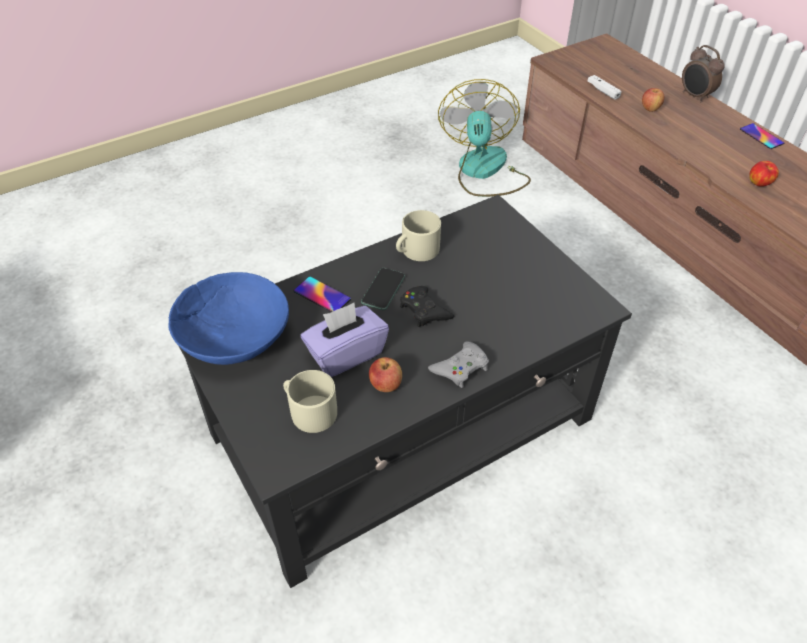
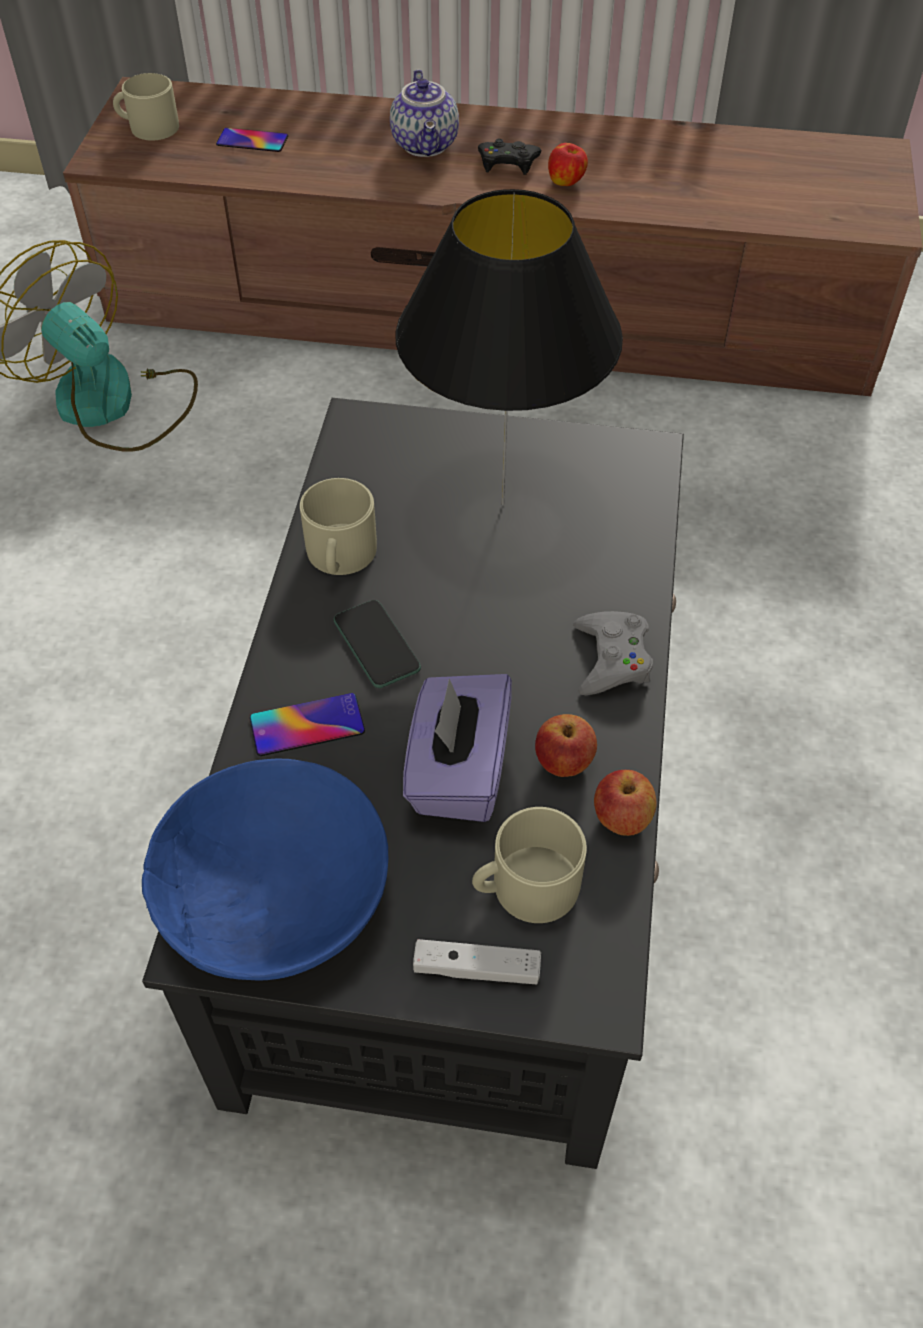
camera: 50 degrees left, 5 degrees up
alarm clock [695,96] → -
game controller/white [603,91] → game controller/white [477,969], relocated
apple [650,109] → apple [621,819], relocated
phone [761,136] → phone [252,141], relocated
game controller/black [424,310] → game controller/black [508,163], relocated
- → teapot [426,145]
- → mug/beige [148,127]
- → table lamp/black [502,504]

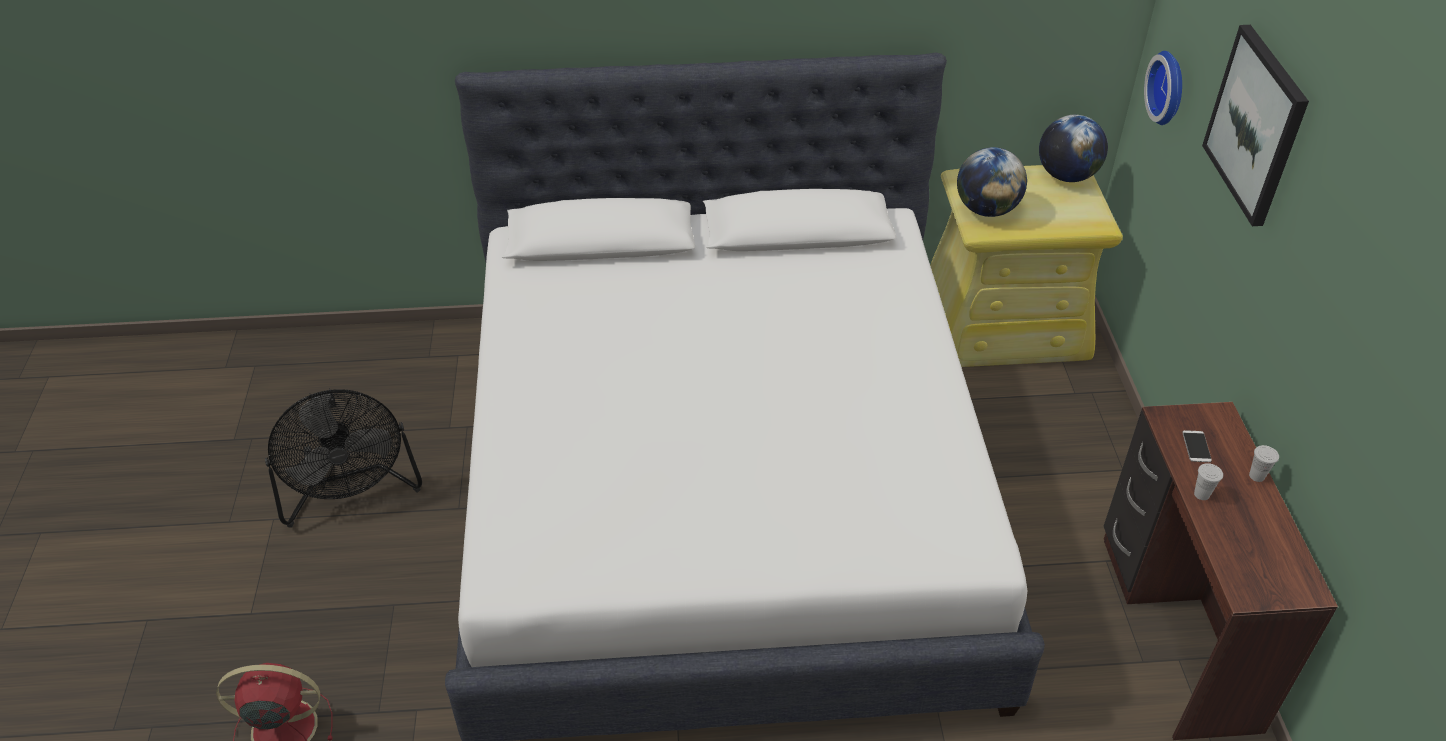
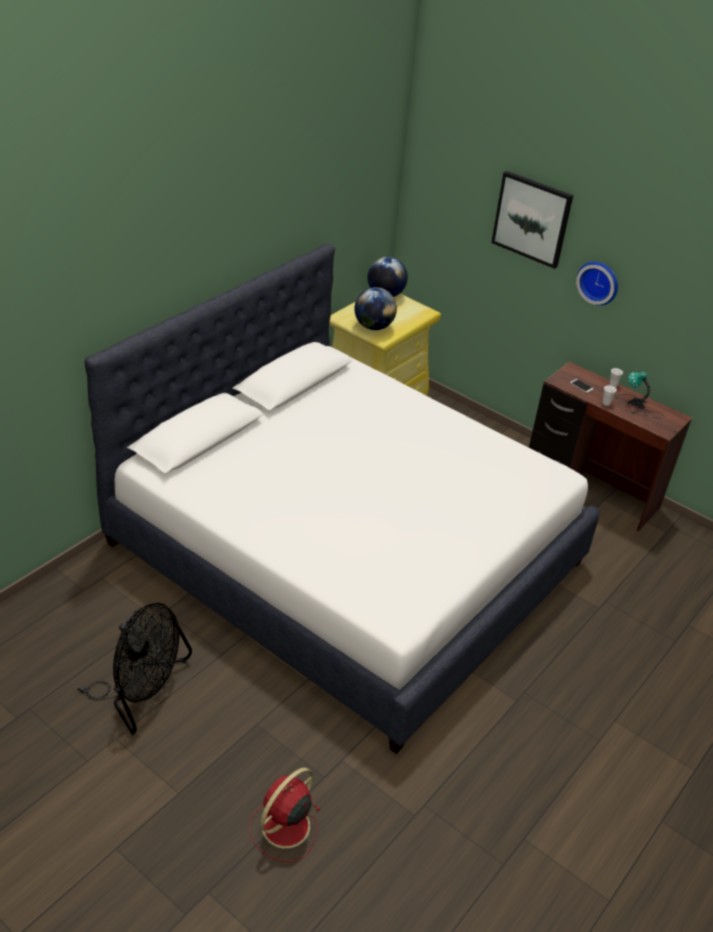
camera: 50 degrees left, 5 degrees down
wall clock [1169,87] → wall clock [598,282], relocated
- → table lamp [637,406]

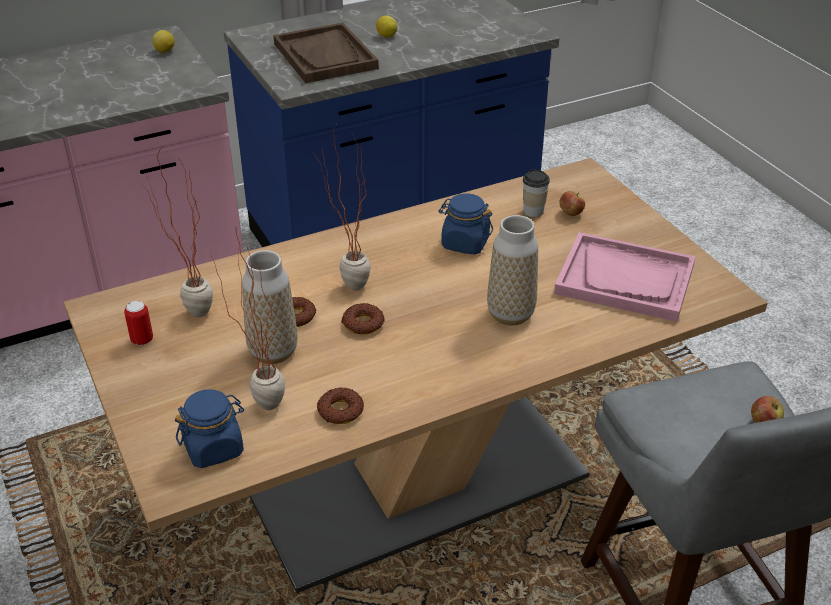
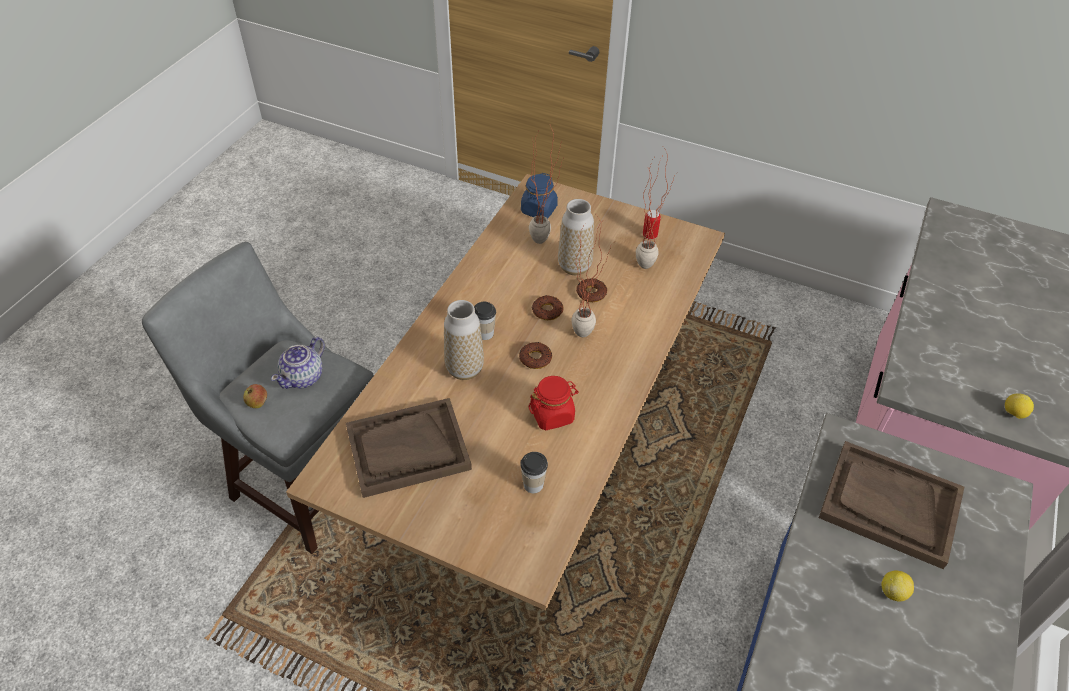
camera: 140 degrees right, 10 degrees up
apple [570,213] → -
jar/blue [465,243] → jar/red [552,414]
tray/pink [625,279] → tray/brown [408,449]
donut [340,411] → donut [535,358], relocated
- → cup [485,333]
- → teapot [303,377]

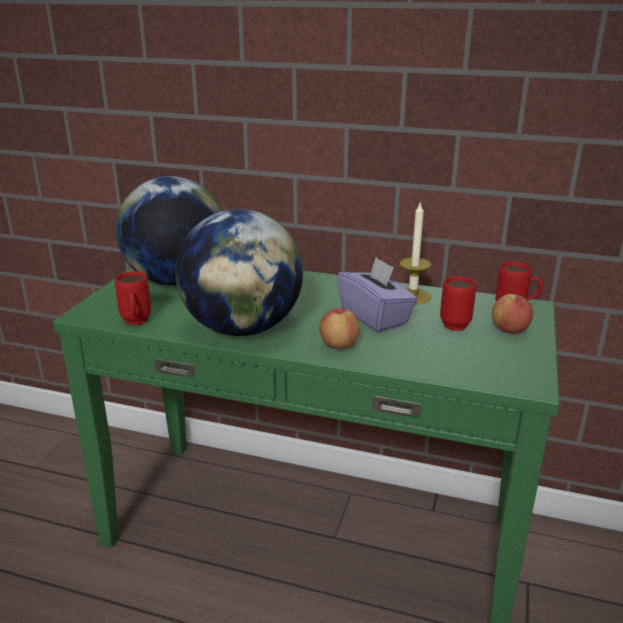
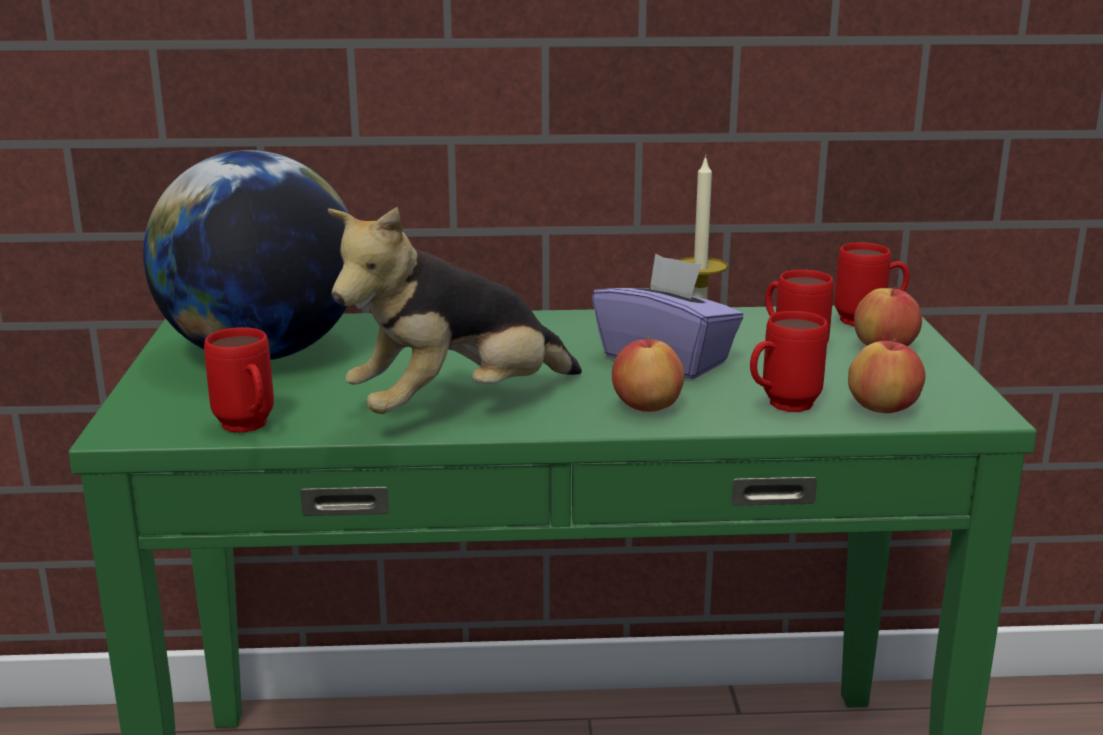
camera: 20 degrees left, 5 degrees down
globe [242,328] → plush toy [457,408]
- → mug/red [781,407]
- → apple [883,409]

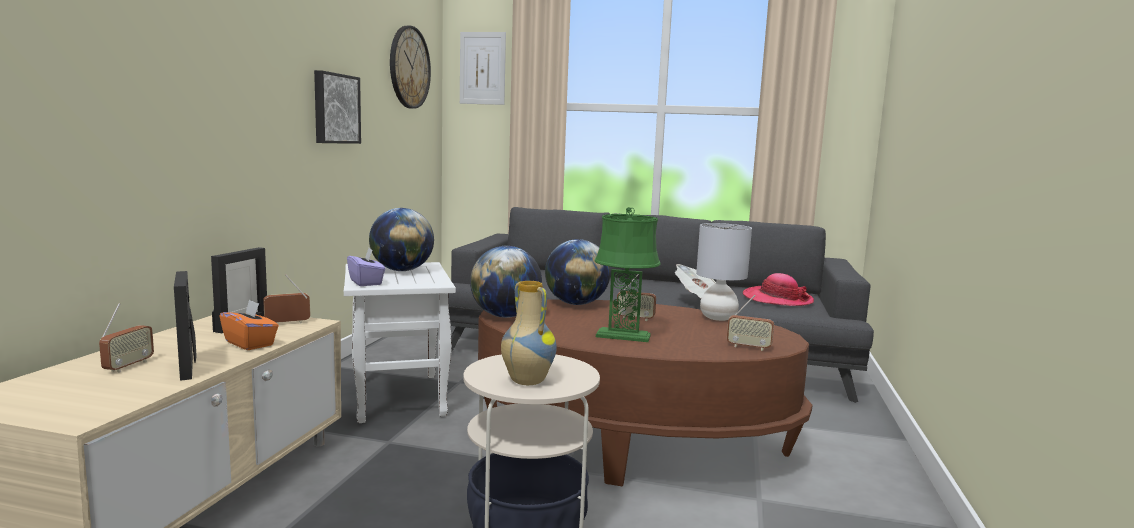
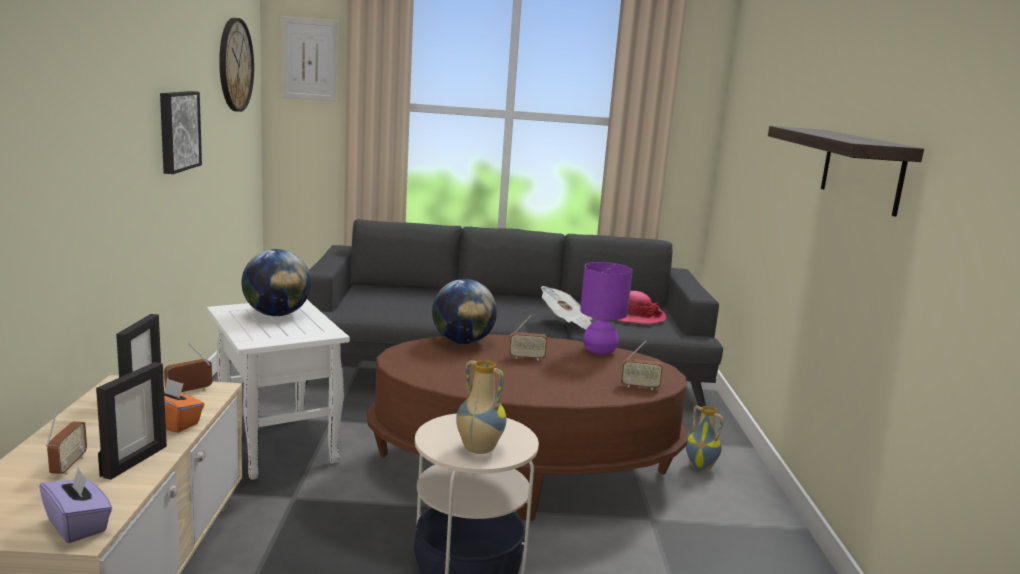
camera: 15 degrees left, 5 degrees up
table lamp/green [622,336] → -
table lamp/grey [718,318] → table lamp/purple [600,351]
globe [505,316] → -
tissue box/purple [366,282] → tissue box/purple [78,525], relocated
picture frame [188,367] → picture frame [134,461], 120 degrees counterclockwise
- → shelf [861,169]
- → vase [701,467]

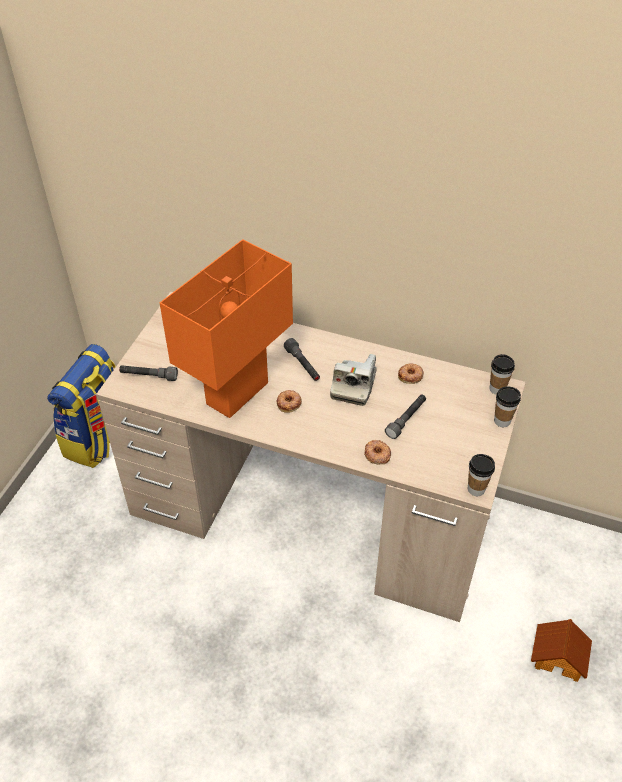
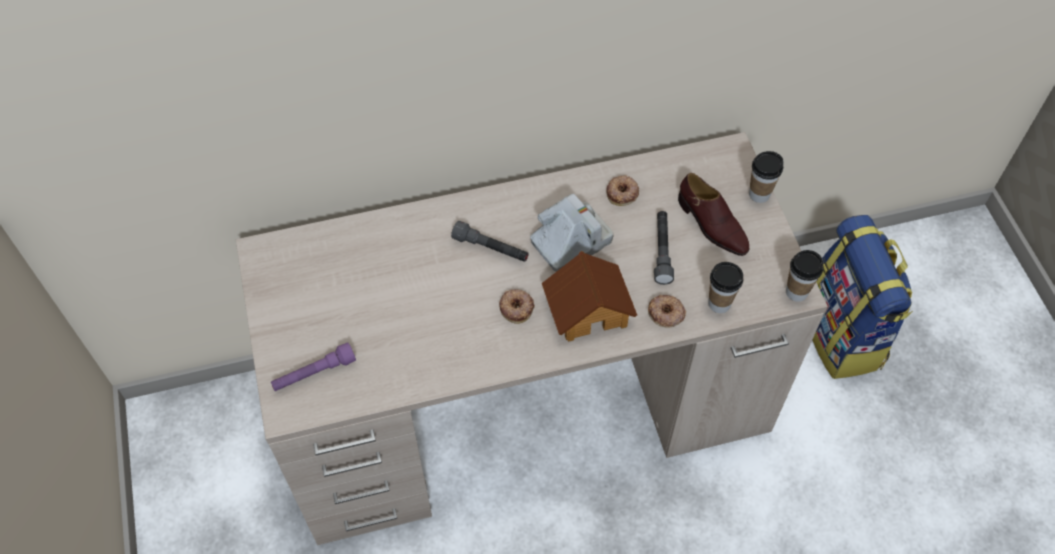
camera: 35 degrees left, 10 degrees up
table lamp/orange [237,393] → -
backpack [98,439] → backpack [843,334], relocated
photo camera [353,386] → photo camera [571,242], 105 degrees counterclockwise
cup [497,389] → cup [719,303], relocated
flashlight/grey [149,376] → flashlight/purple [314,373]
toy house [559,656] → toy house [588,308], relocated
- → shoe/brown [711,225]

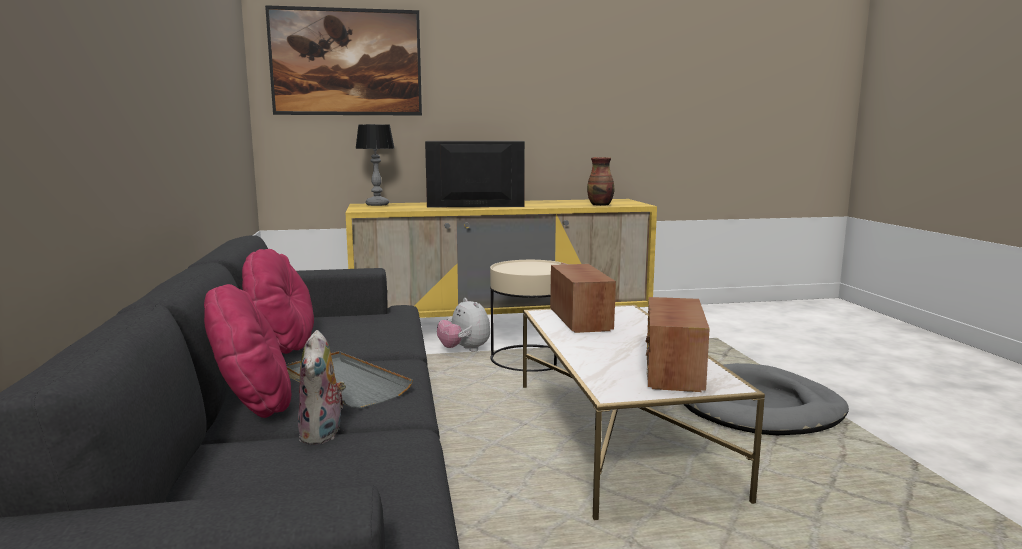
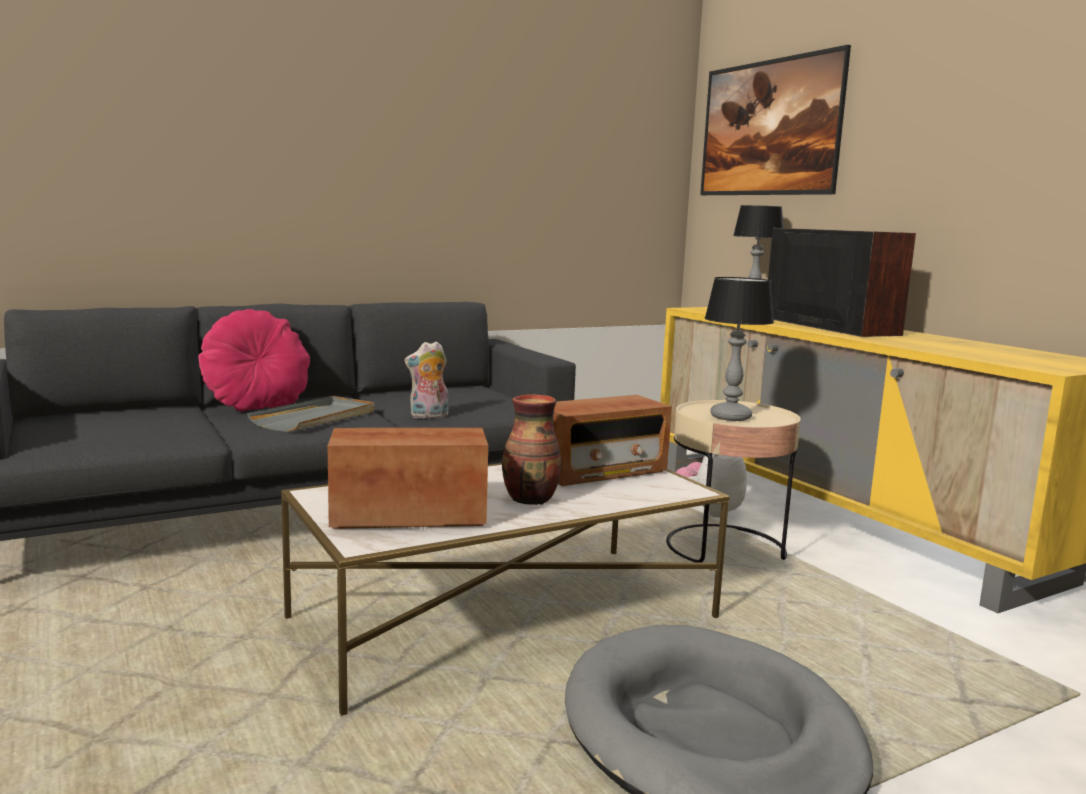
camera: 70 degrees right, 0 degrees up
vase [600,205] → vase [531,500], relocated
pillow/pink [283,347] → -
plush toy [323,435] → plush toy [428,416], relocated
- → table lamp [731,417]

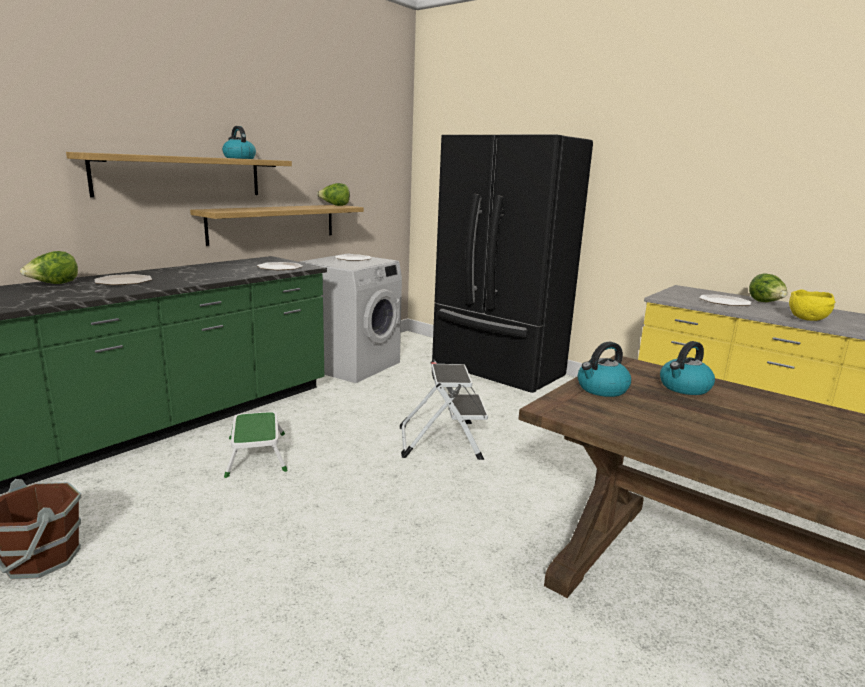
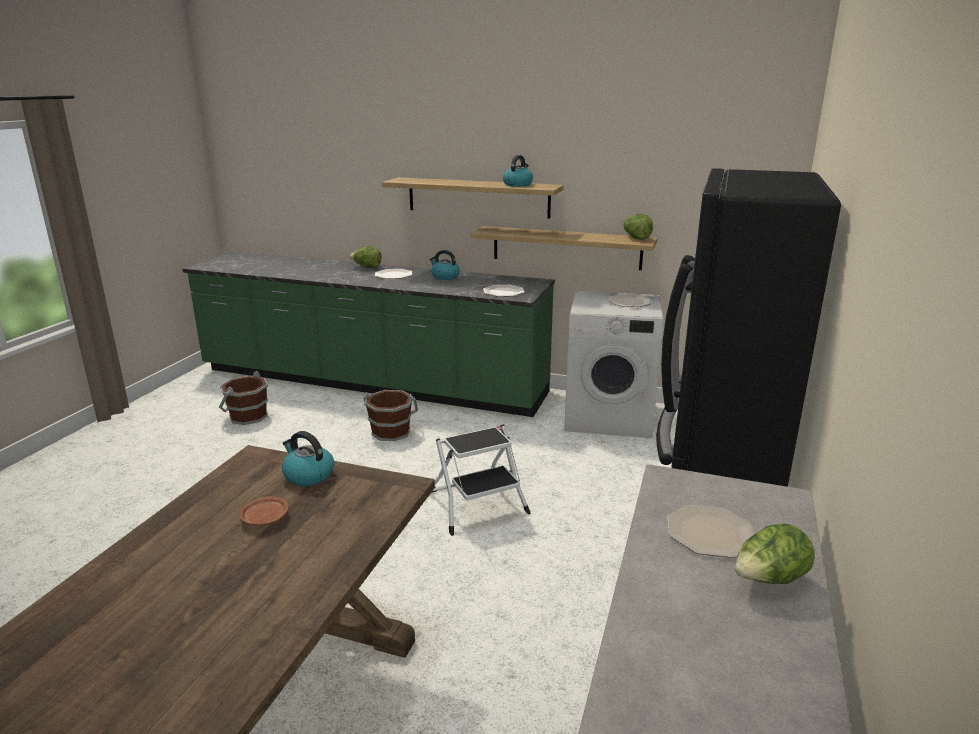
camera: 70 degrees right, 5 degrees up
bowl/yellow [808,320] → -
kettle [684,388] → kettle [445,276], relocated
step ladder/green [256,454] → bucket/brown [390,432]
- → plate/brown [265,518]

